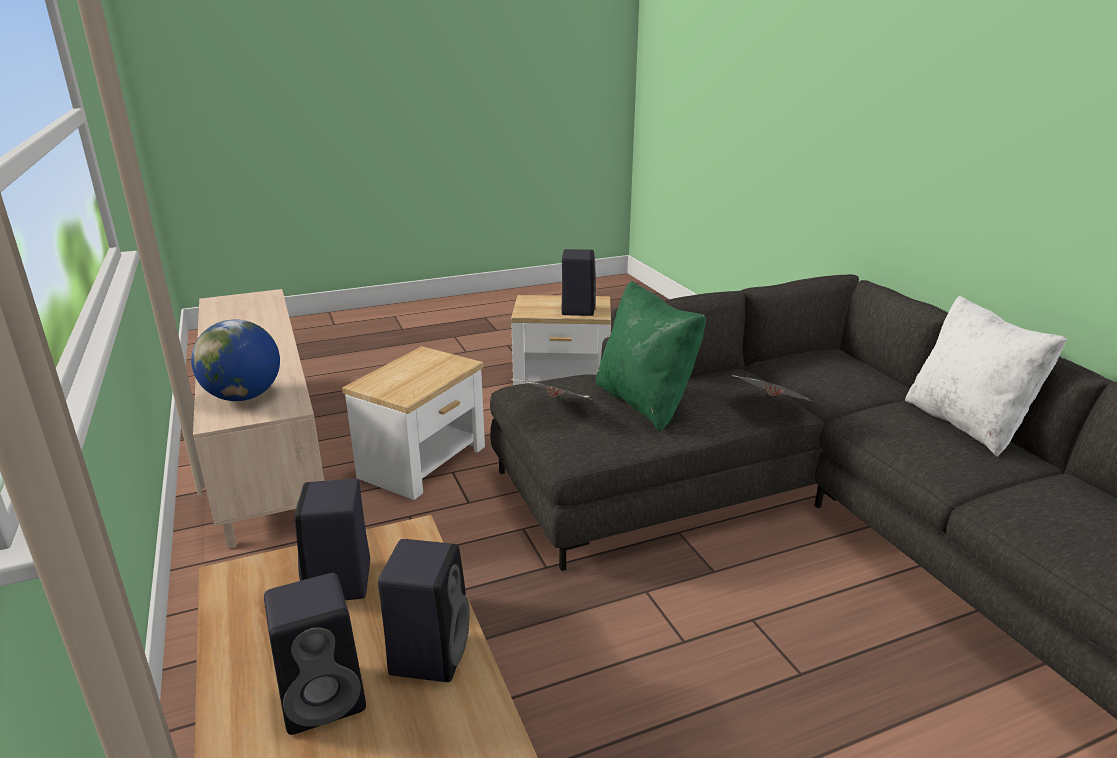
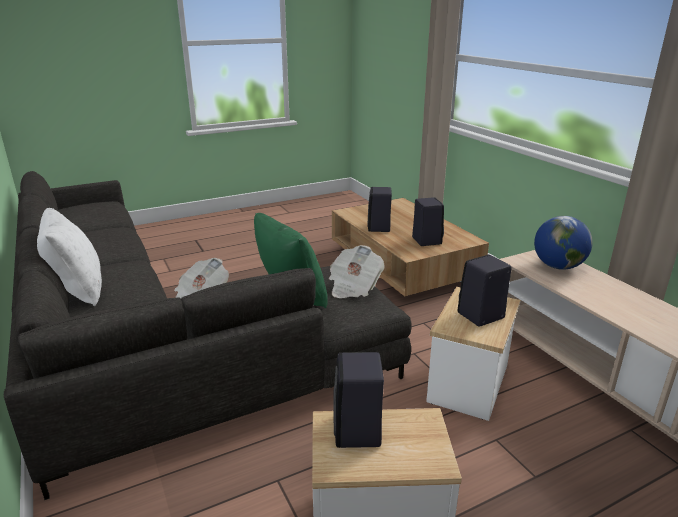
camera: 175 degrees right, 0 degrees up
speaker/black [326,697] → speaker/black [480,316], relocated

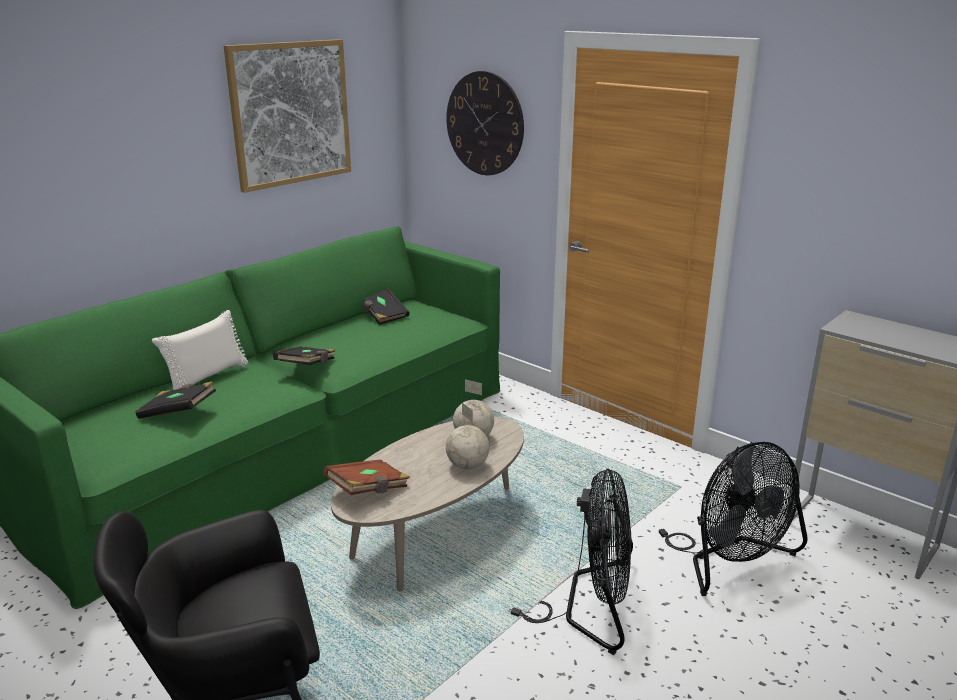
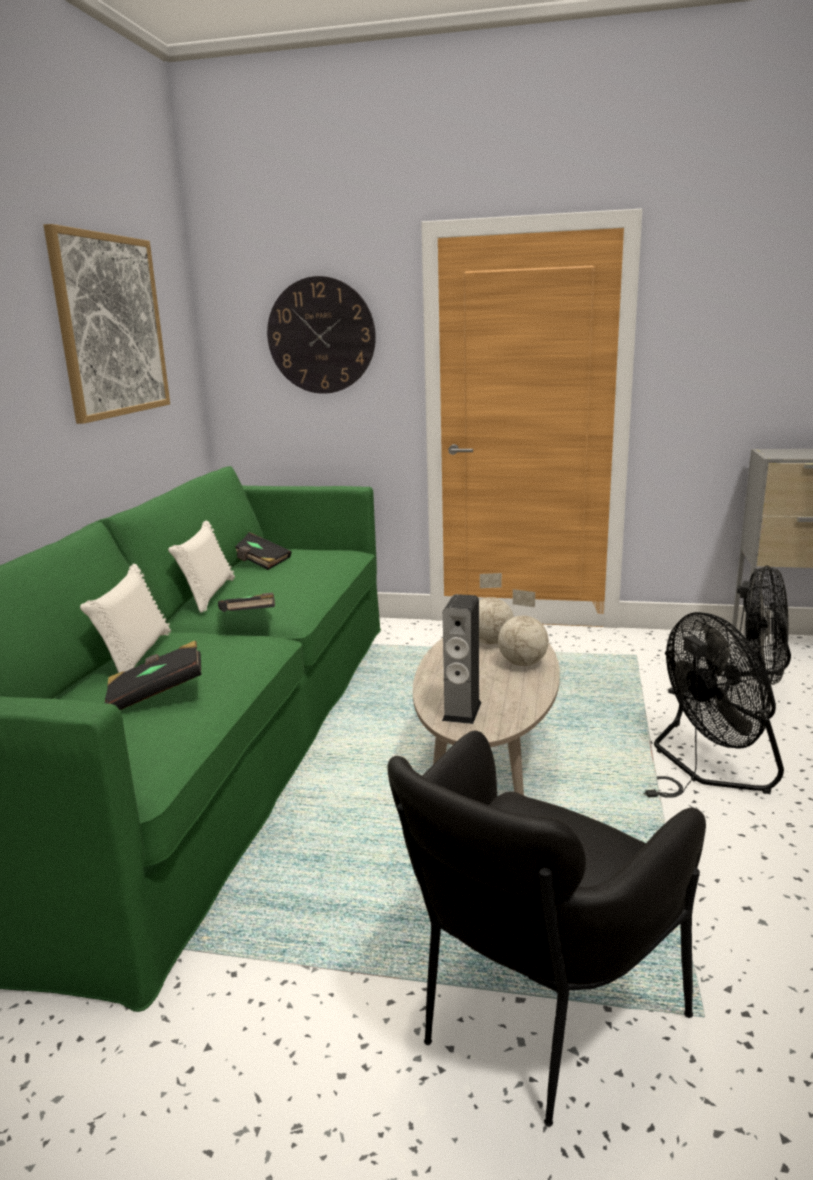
camera: 30 degrees left, 5 degrees down
book/brown [368,490] → speaker [462,711]
- → pillow/white [208,595]

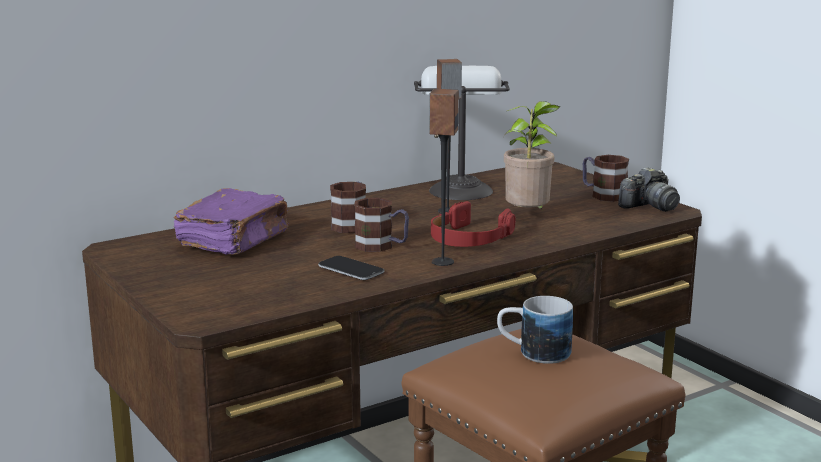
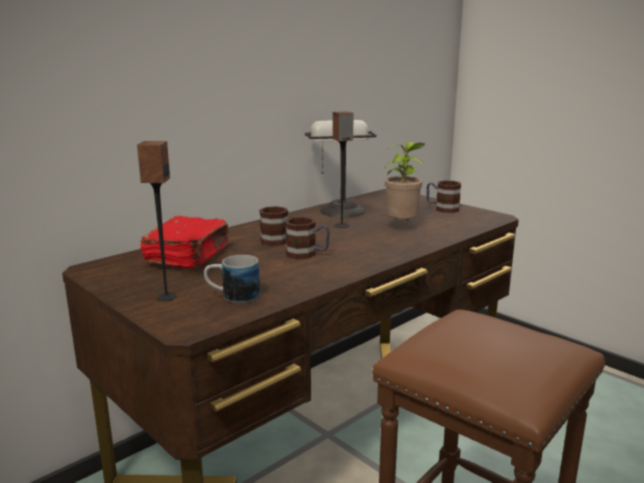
camera: 10 degrees left, 0 degrees up
speaker [442,262] → speaker [166,297], relocated
photo camera [649,206] → -
book/purple [235,240] → book/red [189,256]
headphones/red [469,238] → -
phone [351,270] → -
mug [533,353] → mug [233,296], relocated

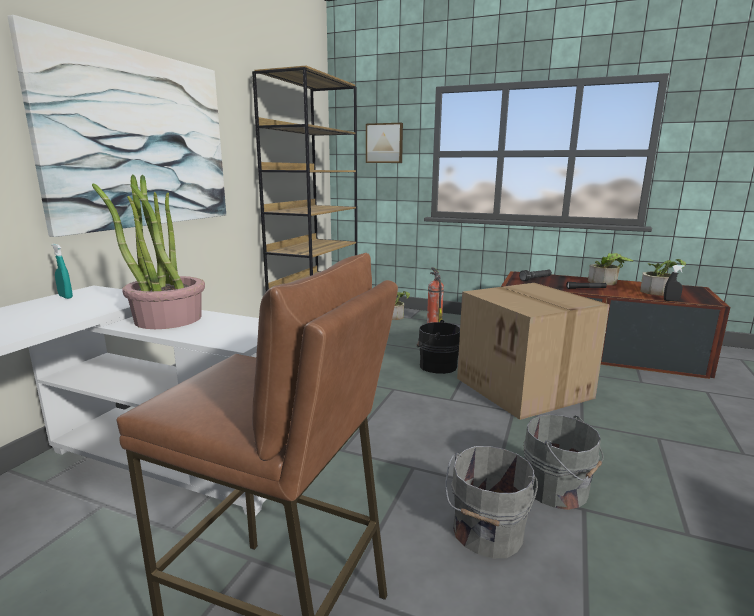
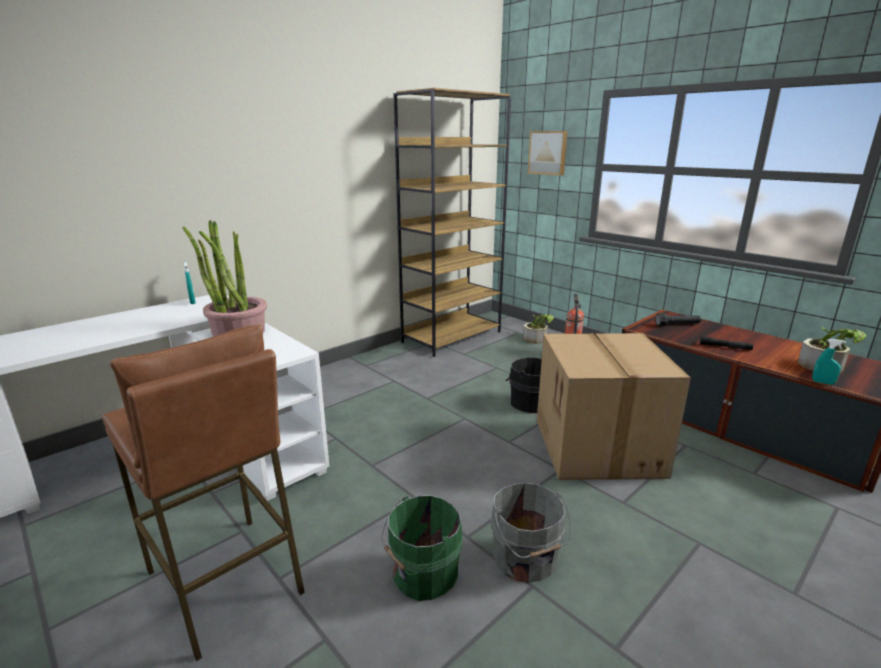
camera: 25 degrees right, 5 degrees up
picture [141,140] → -
potted plant [606,282] → -
spray bottle/black [671,300] → spray bottle/turquoise [823,382]
bucket/grey [486,533] → bucket/green [422,574]

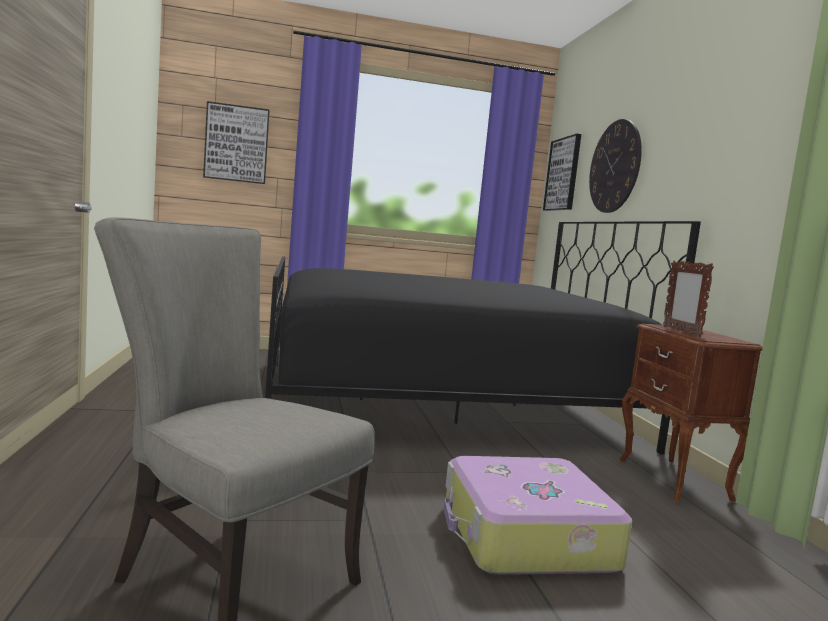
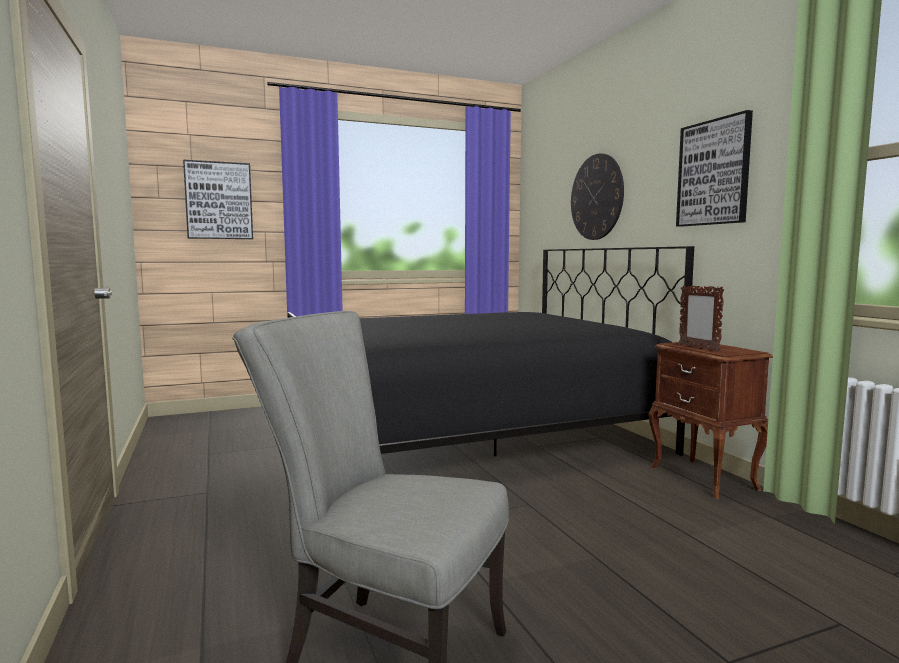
camera: 10 degrees left, 0 degrees up
picture [563,174] → picture [714,173], relocated
suitcase [525,536] → -

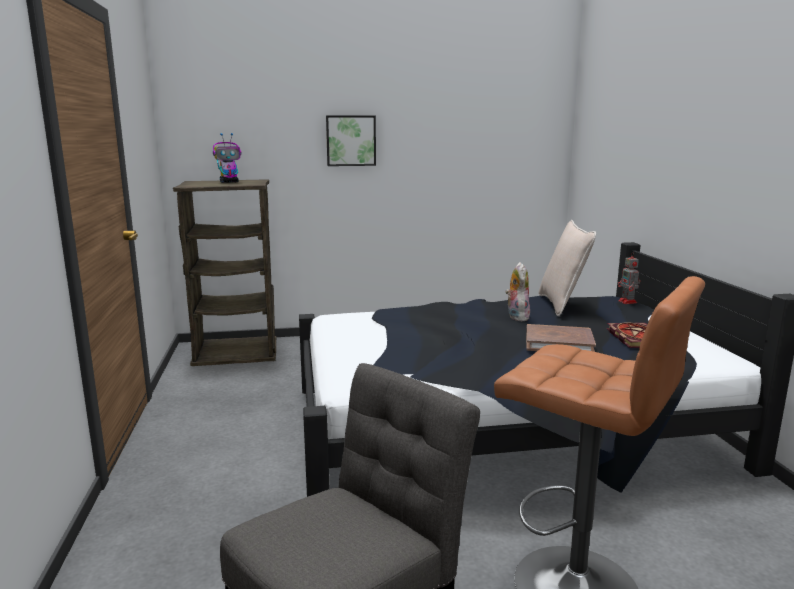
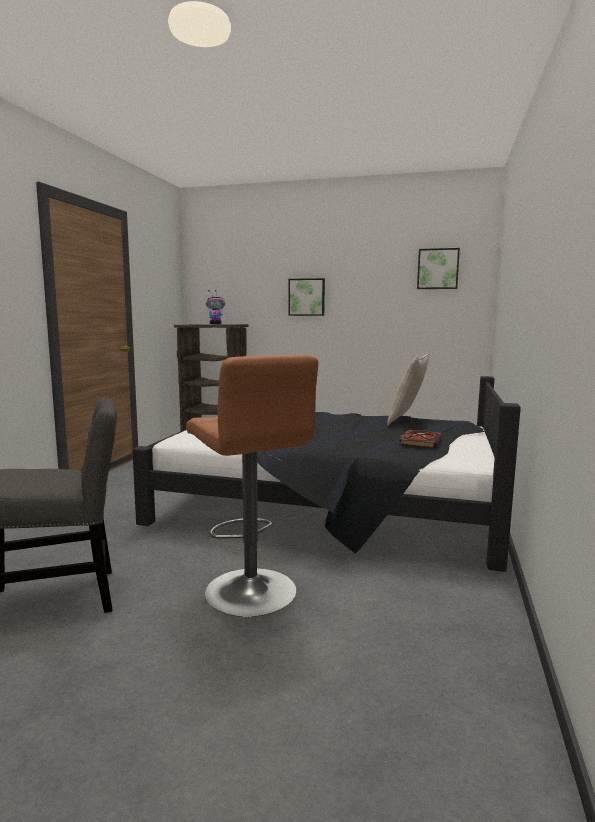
camera: 25 degrees right, 5 degrees down
toy robot [628,302] → -
plush toy [516,317] → -
book/brown [558,343] → -
- → picture [438,269]

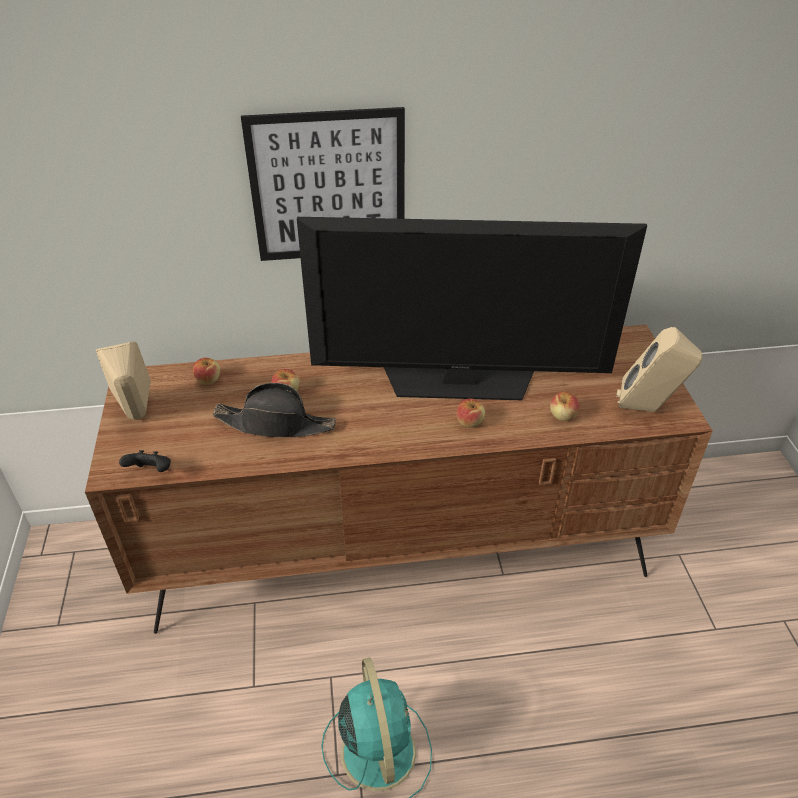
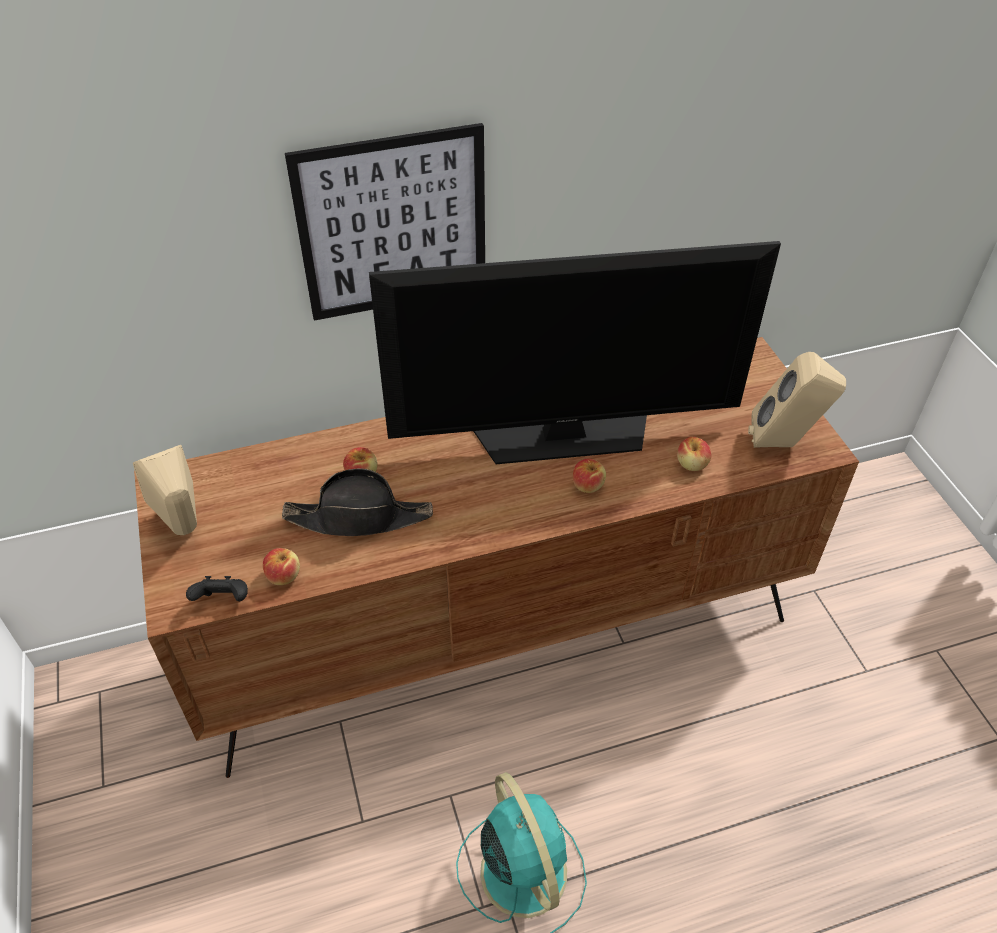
camera: 10 degrees left, 5 degrees up
apple [208,379] → apple [283,575], relocated

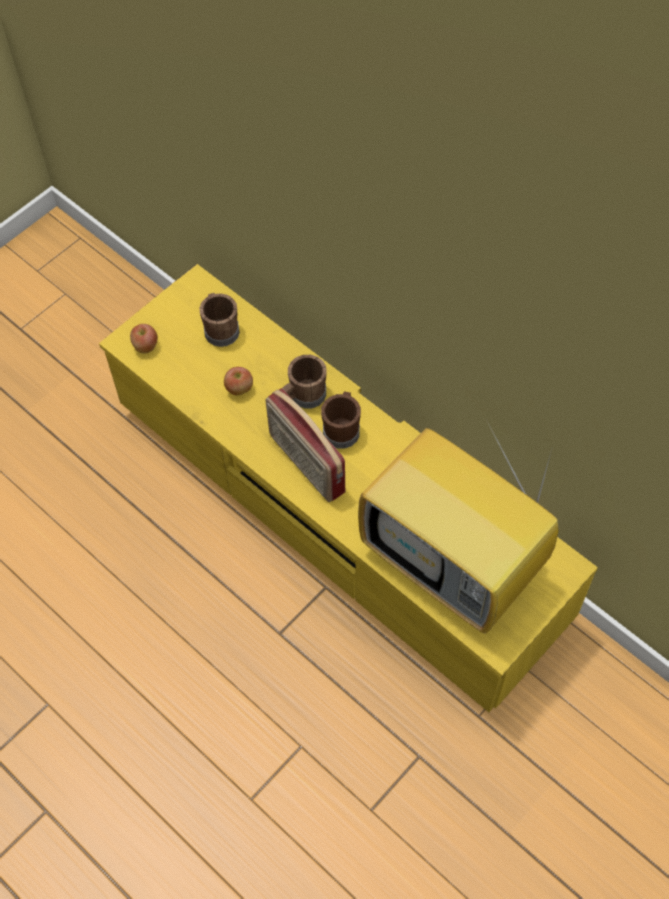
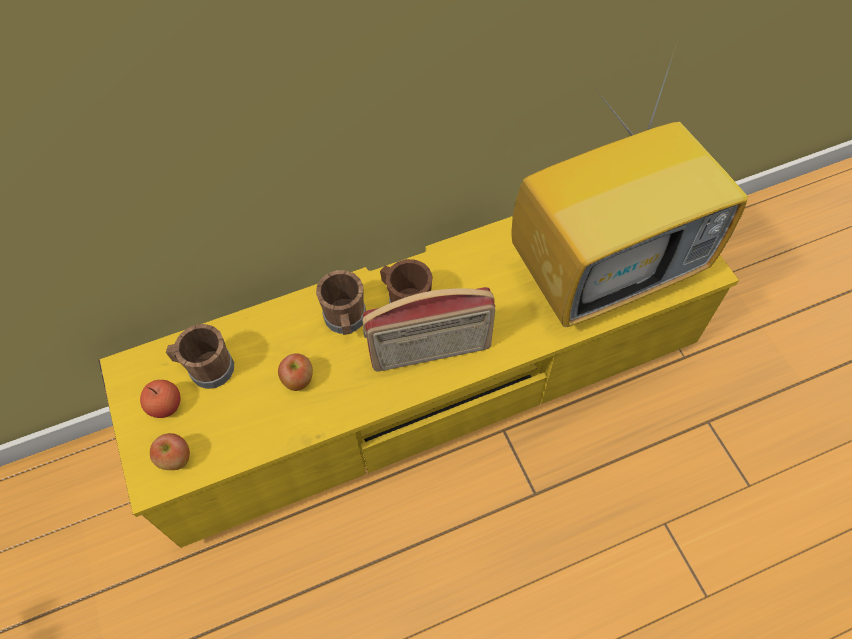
camera: 65 degrees left, 0 degrees up
- → apple [165,405]

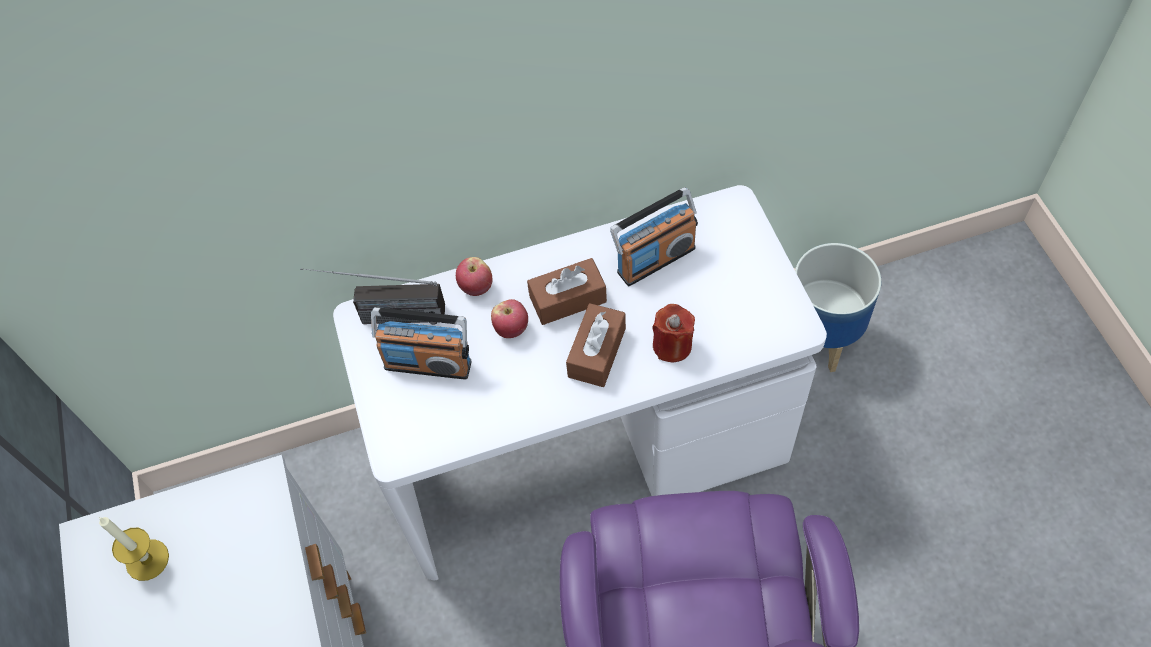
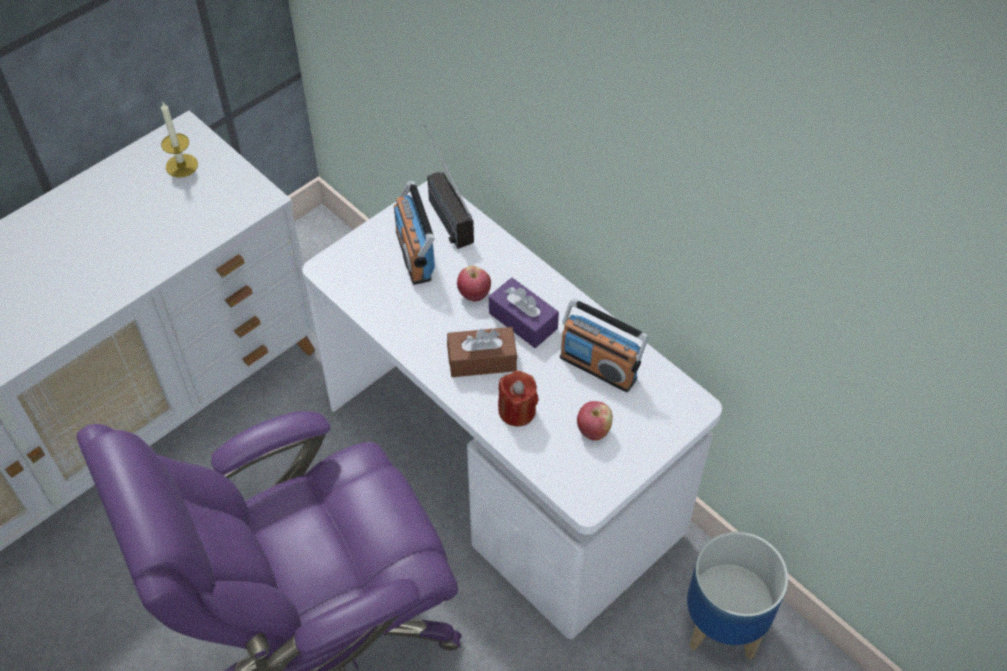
camera: 60 degrees right, 5 degrees down
apple [476,287] → apple [593,431], relocated
tissue box/brown [568,299] → tissue box/purple [523,321]

